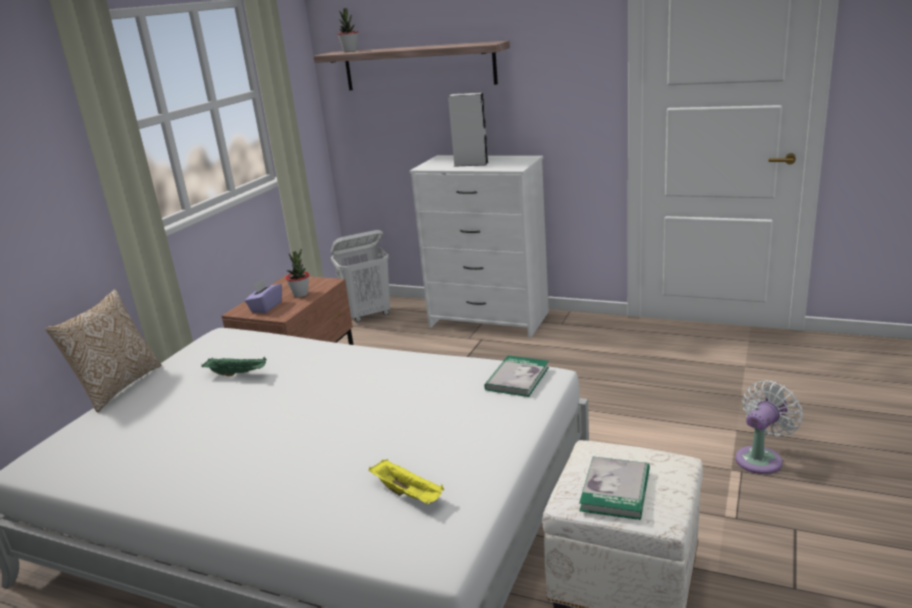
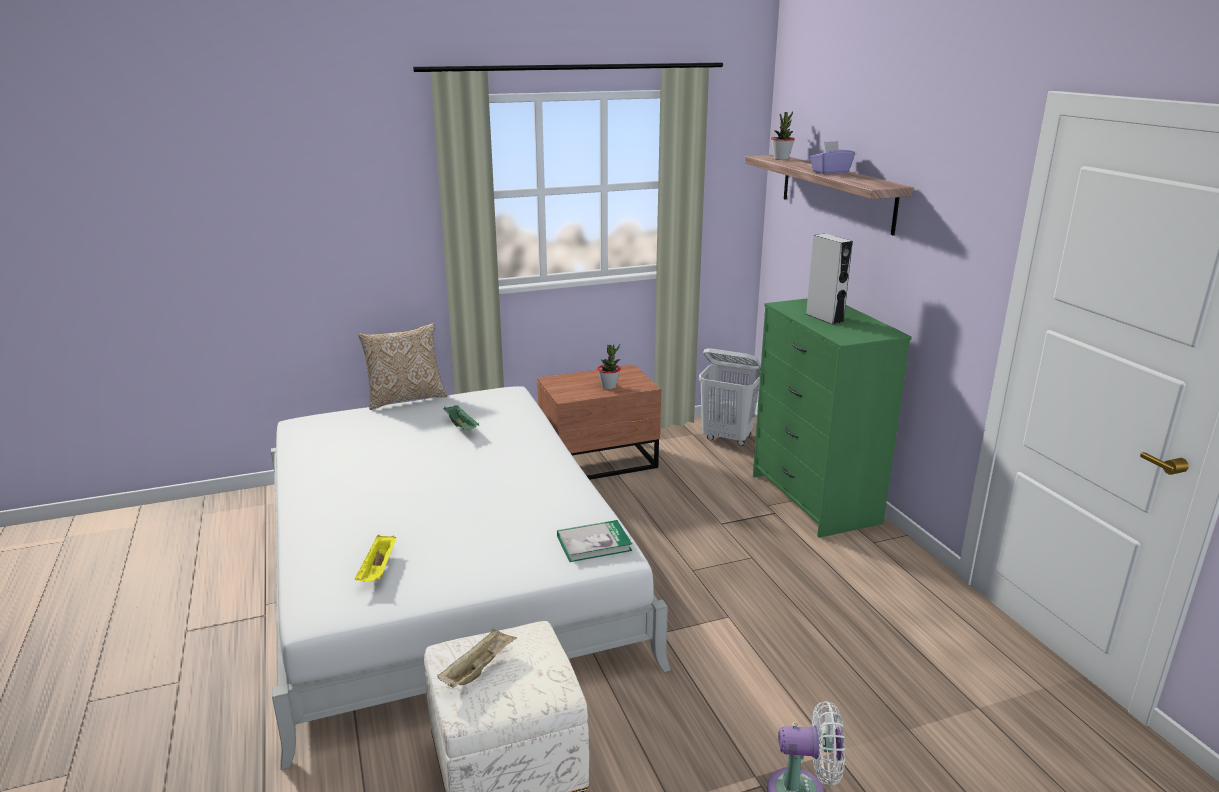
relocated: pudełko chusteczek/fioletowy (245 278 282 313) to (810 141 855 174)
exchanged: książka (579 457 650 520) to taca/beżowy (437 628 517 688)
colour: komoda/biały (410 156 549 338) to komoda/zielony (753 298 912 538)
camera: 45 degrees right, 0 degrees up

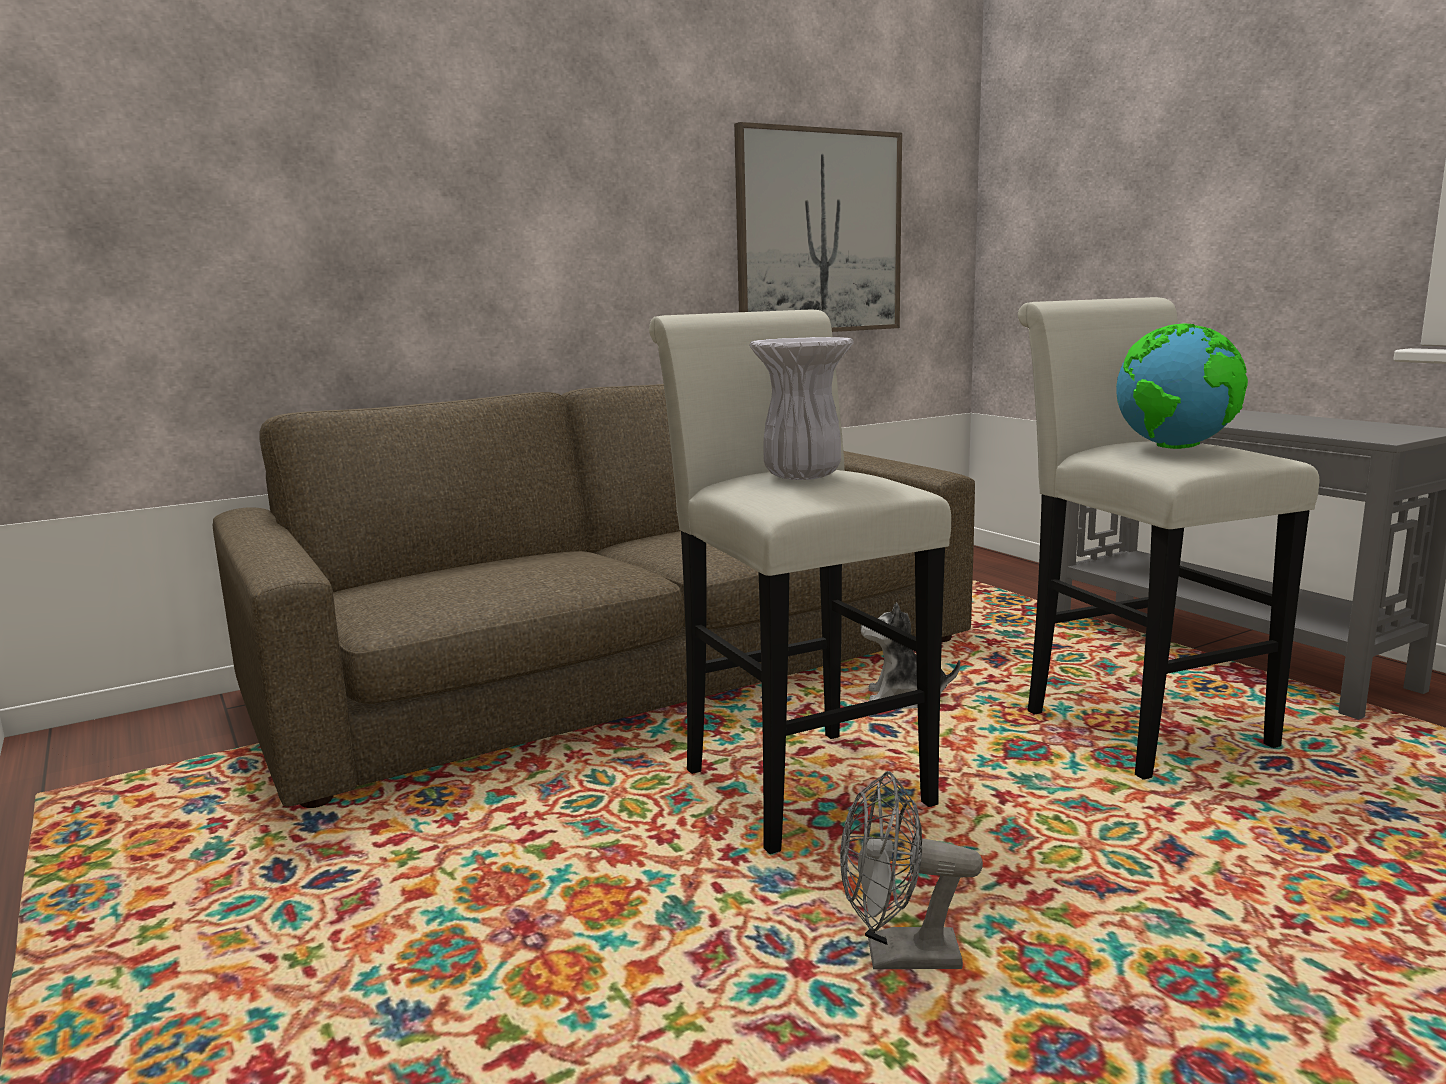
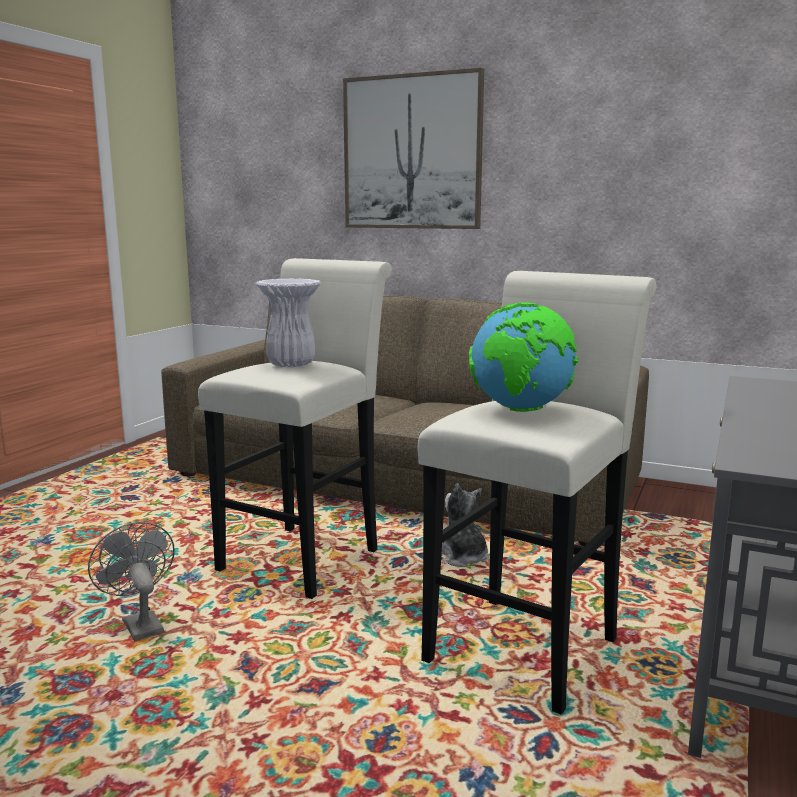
relocated: obraz (734 122 902 332) to (343 68 484 229)
camera: 55 degrees right, 0 degrees up

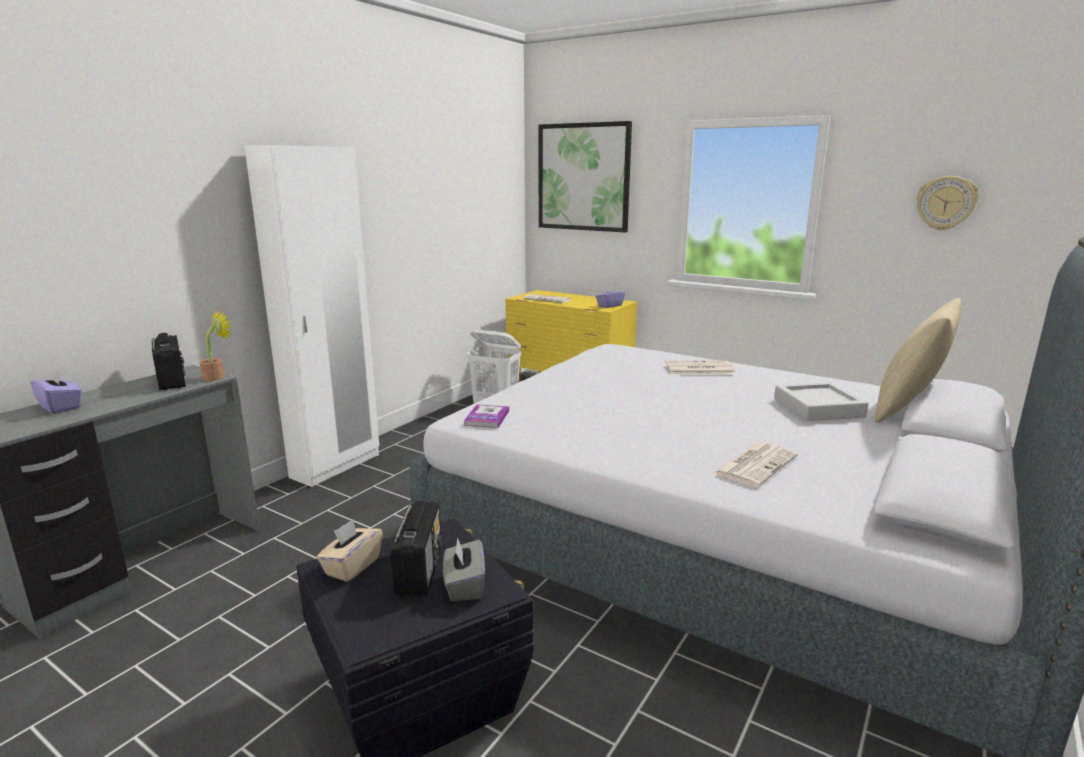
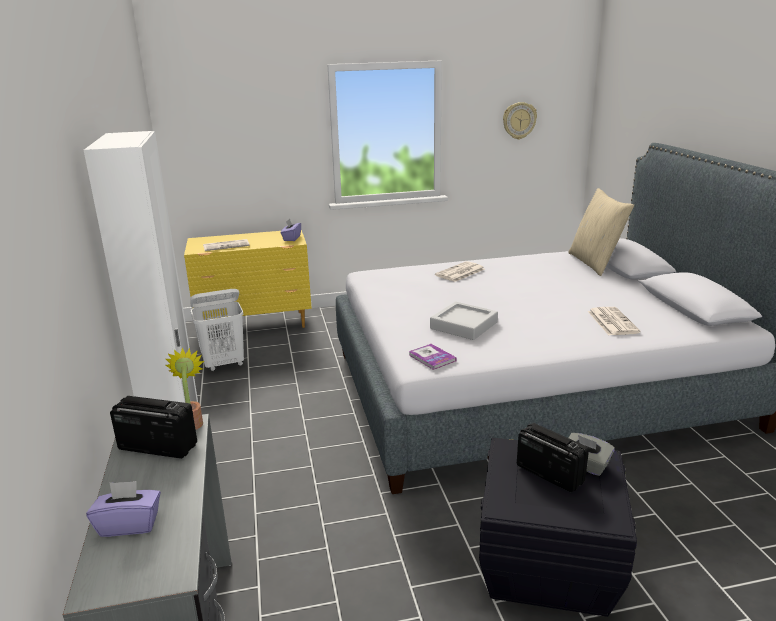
missing: obraz (539 121 632 232); pudełko chusteczek/beżowy (316 519 383 582)
relocated: taca/szary (774 382 868 421) to (430 302 498 340)
camera: 45 degrees left, 5 degrees up

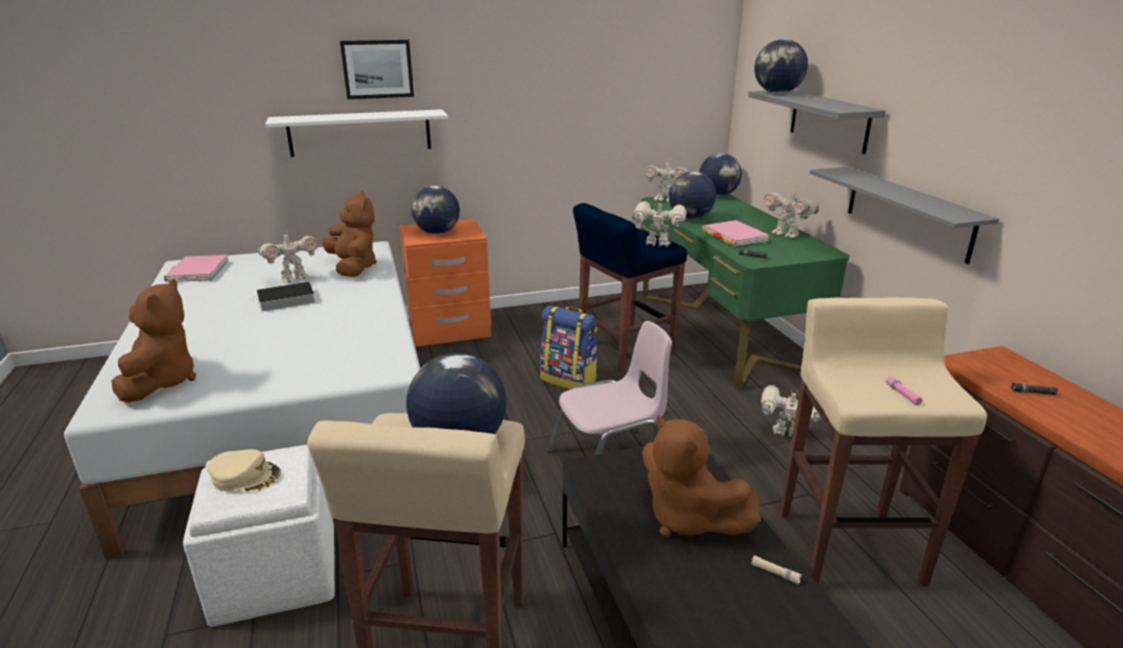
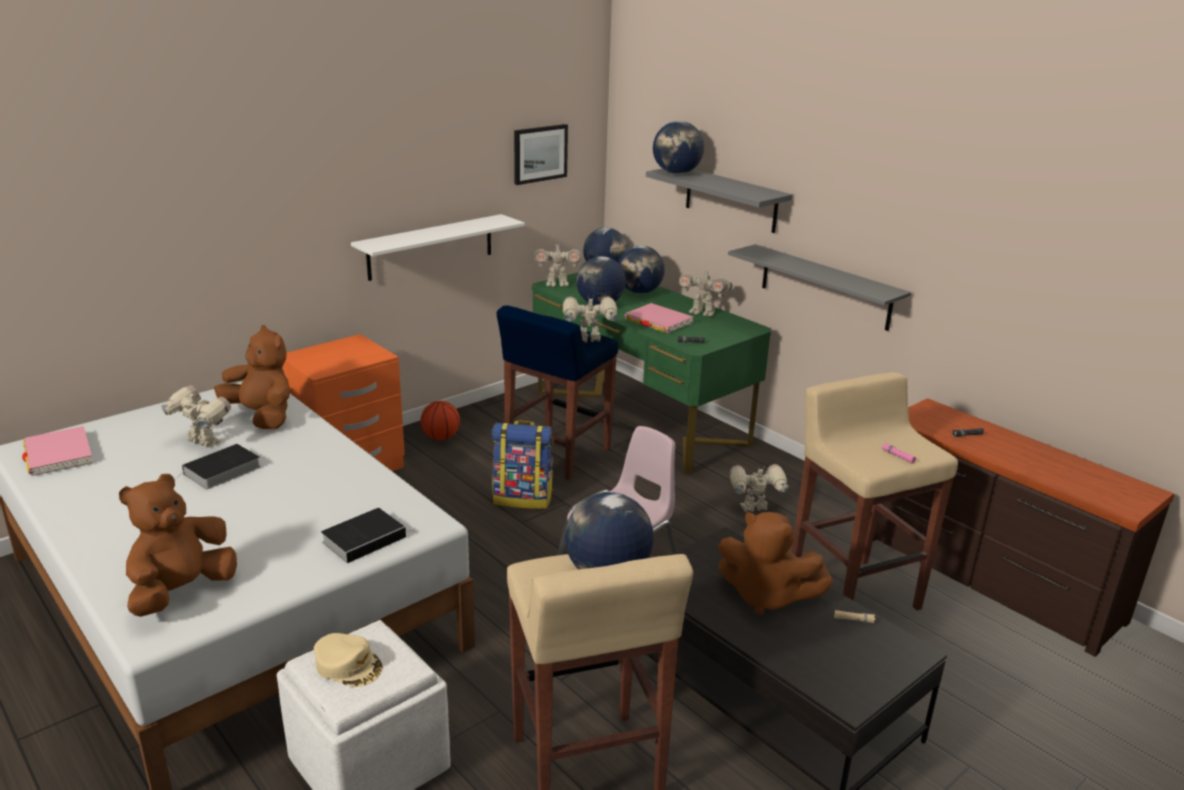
appeared: piłka do koszykówki (421 401 460 440); książka (321 508 413 563)
relocated: obraz (340 40 414 99) to (514 124 568 185); półka/biały (265 109 448 157) to (351 214 525 281); globus (411 186 460 234) to (618 246 665 294)
spun: robot zabawkowy (258 232 318 283) = (161 385 231 448) 90 degrees counterclockwise; pluszak/brązowy (111 279 197 402) = (119 474 237 617) 120 degrees counterclockwise; czapka z daszkiem/beżowy (207 449 281 492) = (314 633 383 687) 45 degrees clockwise
camera: 25 degrees left, 0 degrees up

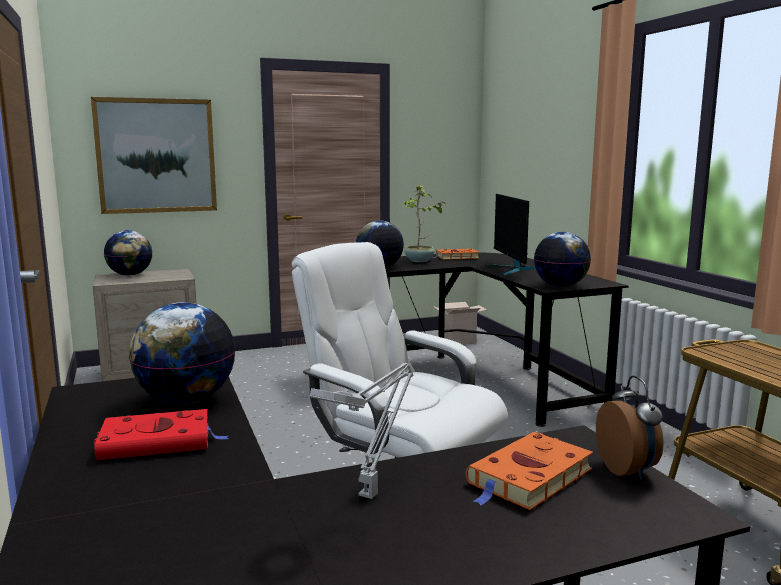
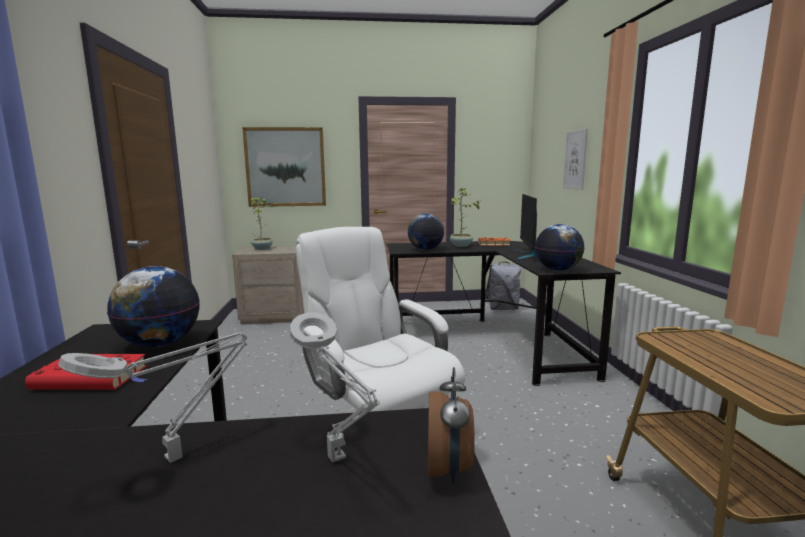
appeared: obraz (563 128 588 190)
exchanged: globus (104 230 153 276) to roślina doniczkowa (250 197 273 250); karton (433 302 487 344) to plecak/szary (485 262 521 310); książka/pomarańczowy (466 432 593 510) to lampa stołowa/szary (289 312 380 463)
camera: 15 degrees right, 0 degrees up

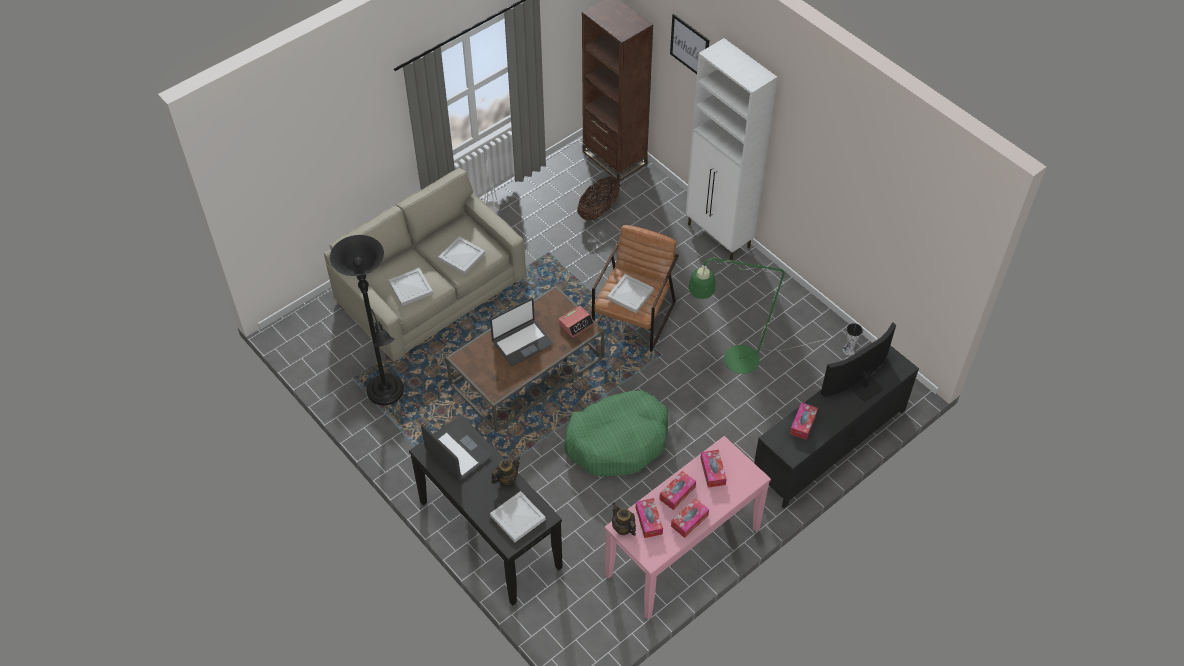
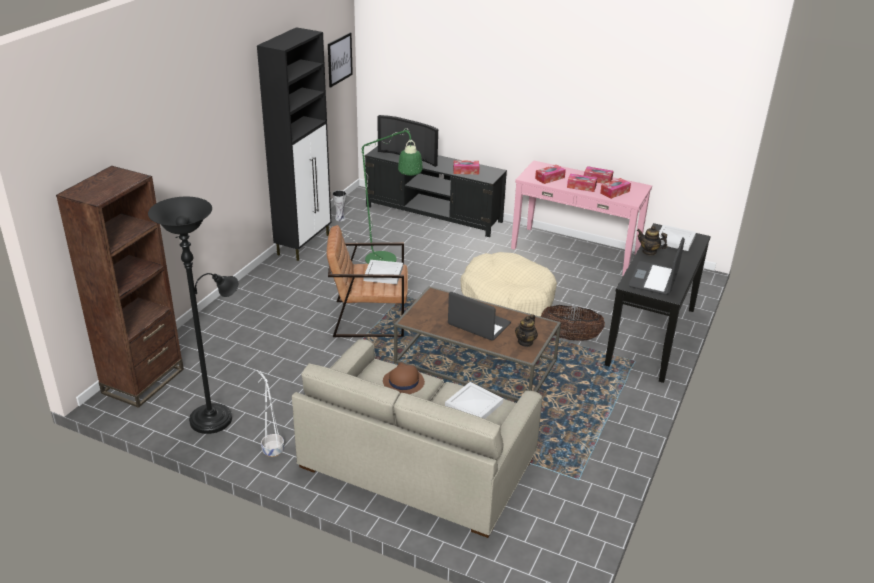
missing: szafka/biały (686 38 777 260); budzik (559 306 594 338)
appeared: szafka/czarny (257 27 331 261)
relocated: obraz (670 14 709 74) to (328 32 353 88); koszyk (577 176 620 221) to (541 305 605 341); lampa stojąca/czarny (330 235 404 405) to (148 197 238 434); imbryk (612 503 636 536) to (515 314 538 347)
exchanged: taca/biały (438 237 485 275) to kapelusz/brązowy (383 362 425 394)
colour: legowisko/zielony (564 391 668 477) to legowisko/beżowy (461 252 557 317)
camera: 115 degrees left, 20 degrees down

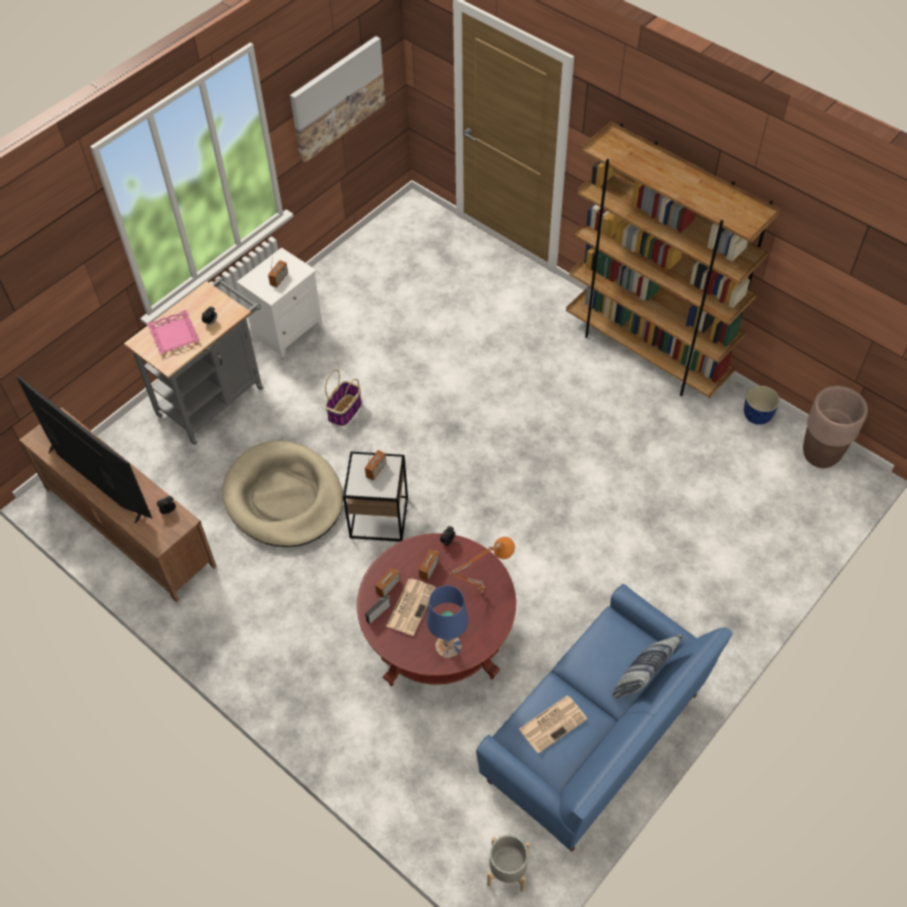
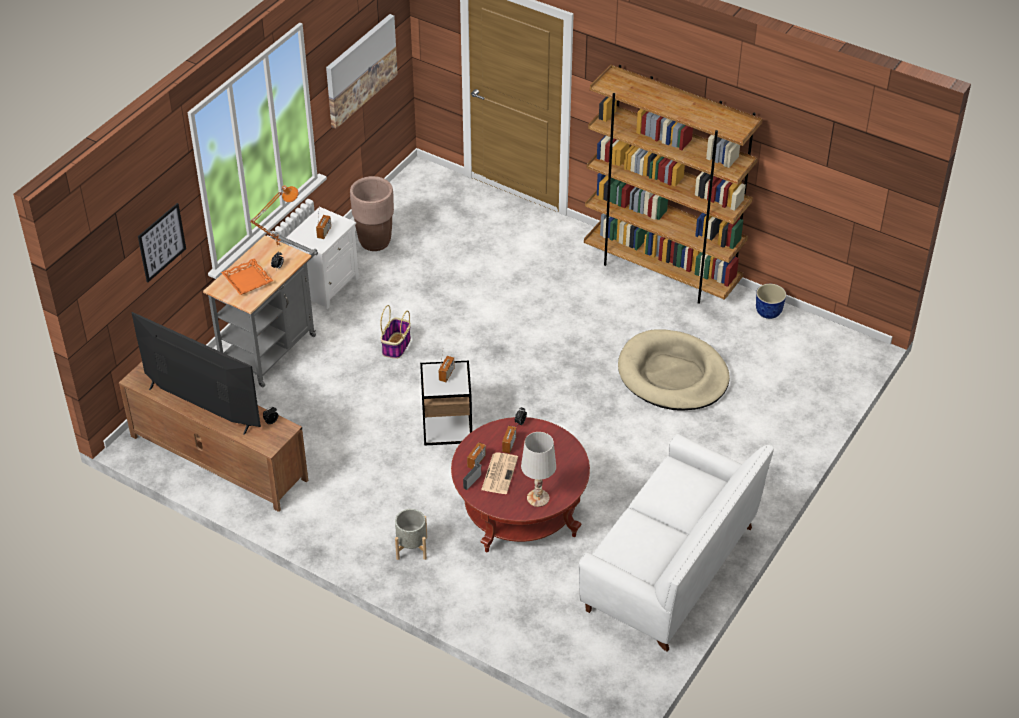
missing: poduszka (612 634 683 698); gazeta (519 696 587 754)
appeared: obraz (138 203 186 282)
relocated: donica/brązowy (803 386 868 468) to (350 176 394 251); legowisko/beżowy (222 441 343 547) to (618 329 730 411); lampa stołowa/pomarańczowy (449 537 515 593) to (250 185 299 247); donica/szary (487 835 530 892) to (395 509 427 560)
colour: taca/różowy (147 310 200 354) to taca/pomarańczowy (221 259 273 295); kanapa/niebieski (476 584 732 852) to kanapa/biały (579 434 774 652); lampa stołowa/niebieski (427 585 468 658) to lampa stołowa/biały (521 432 556 507)
camera: 10 degrees left, 10 degrees down

